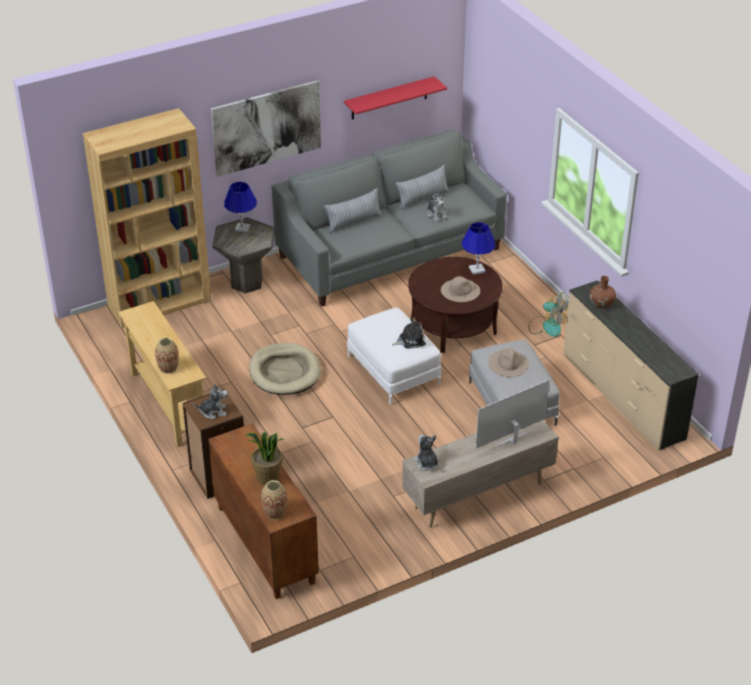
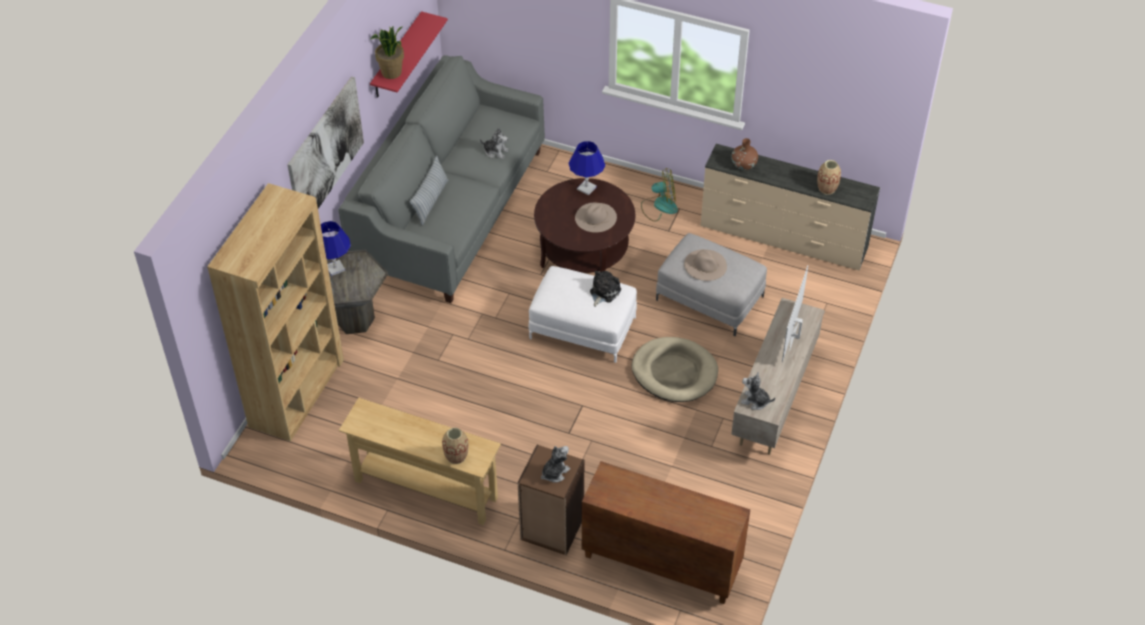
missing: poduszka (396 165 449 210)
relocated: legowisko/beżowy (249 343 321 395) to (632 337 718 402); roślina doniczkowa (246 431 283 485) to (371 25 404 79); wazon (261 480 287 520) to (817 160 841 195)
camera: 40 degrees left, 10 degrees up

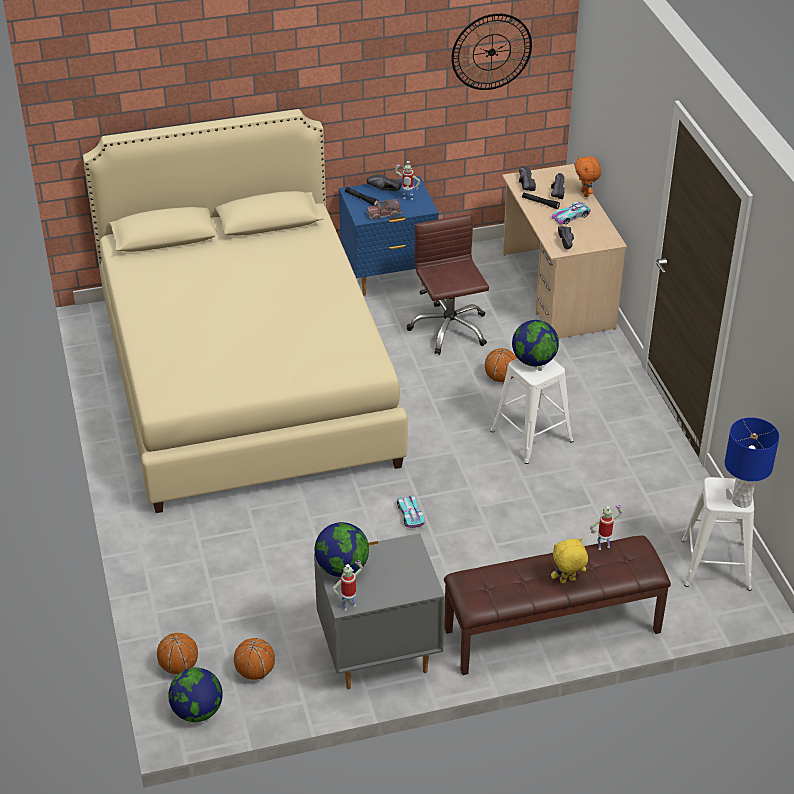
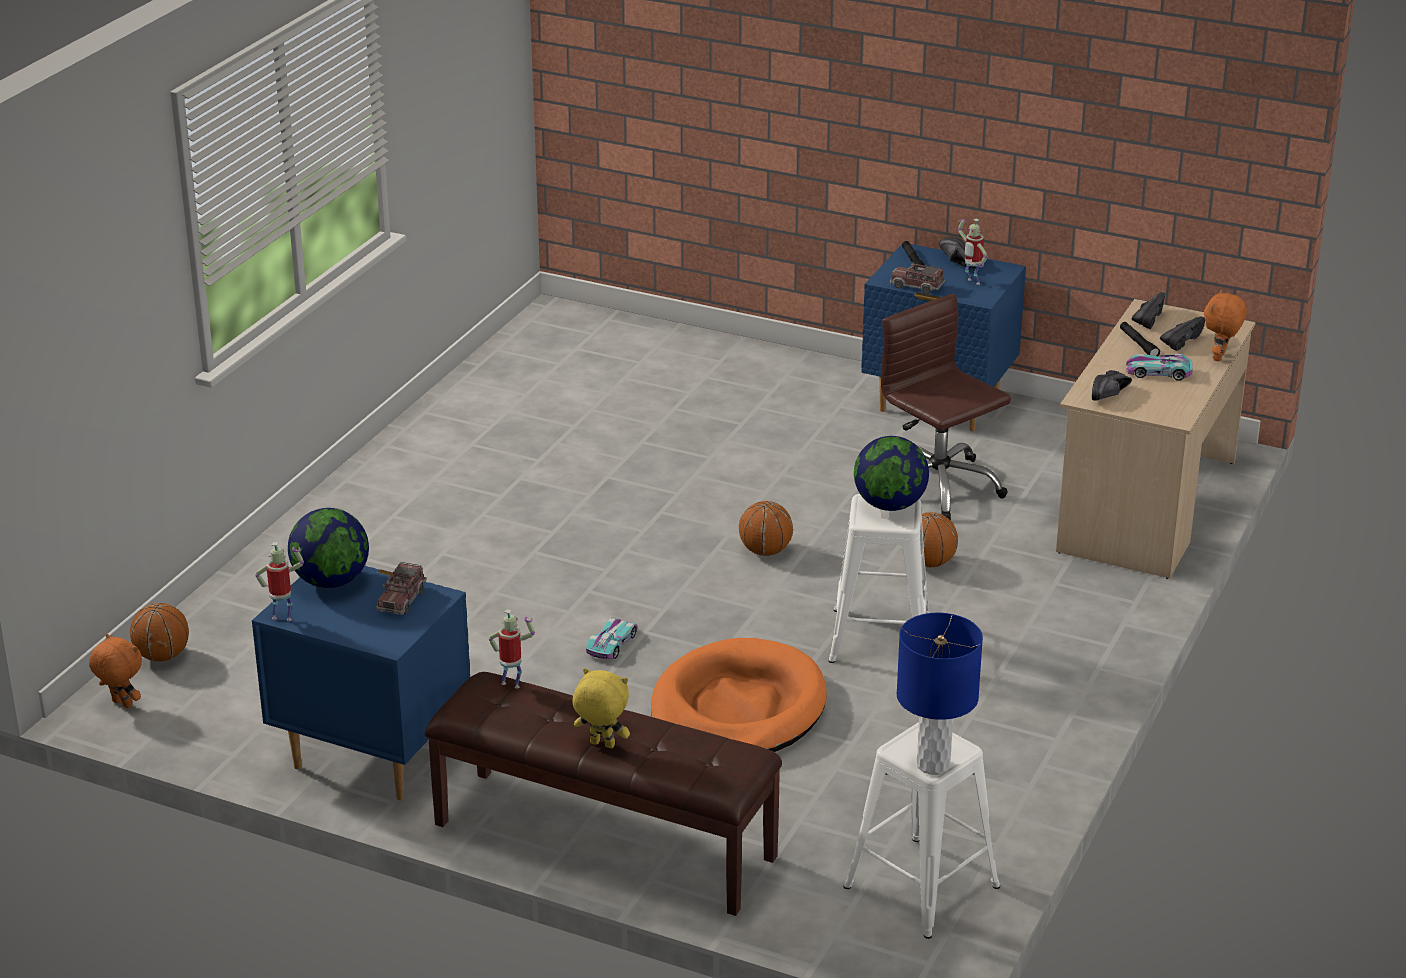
missing: zegar ścienny (451 13 532 90); łóżko/beżowy (83 109 407 513)
appeared: ciężarówka zabawkowa (376 562 427 615); legowisko/pomarańczowy (651 638 827 752)
relocated: robot zabawkowy (590 504 622 550) to (489 609 535 689); piłka do koszykówki (234 638 275 680) to (739 501 793 556)
exchanged: globus (168 668 223 722) to pluszak/pomarańczowy (89 634 142 708)
colour: szafka nocna/szary (314 533 445 689) to szafka nocna/niebieski (252 566 470 800)
spun: krzesło biurowe/brązowy (407 214 489 355) = (881 294 1011 520) 60 degrees counterclockwise
camera: 40 degrees right, 10 degrees down

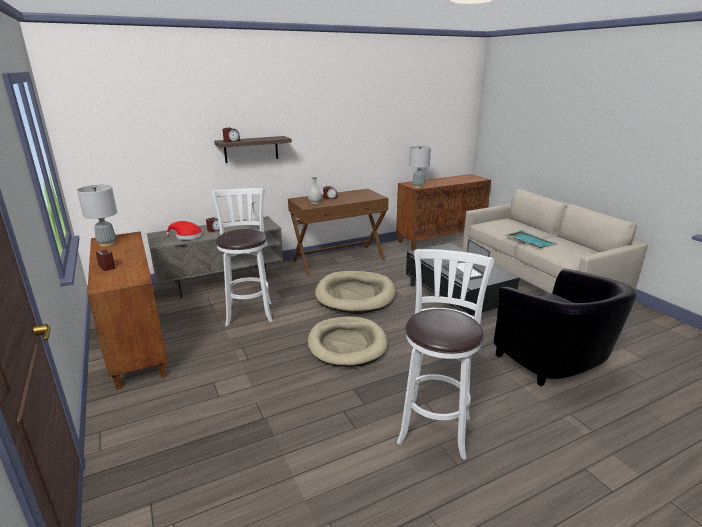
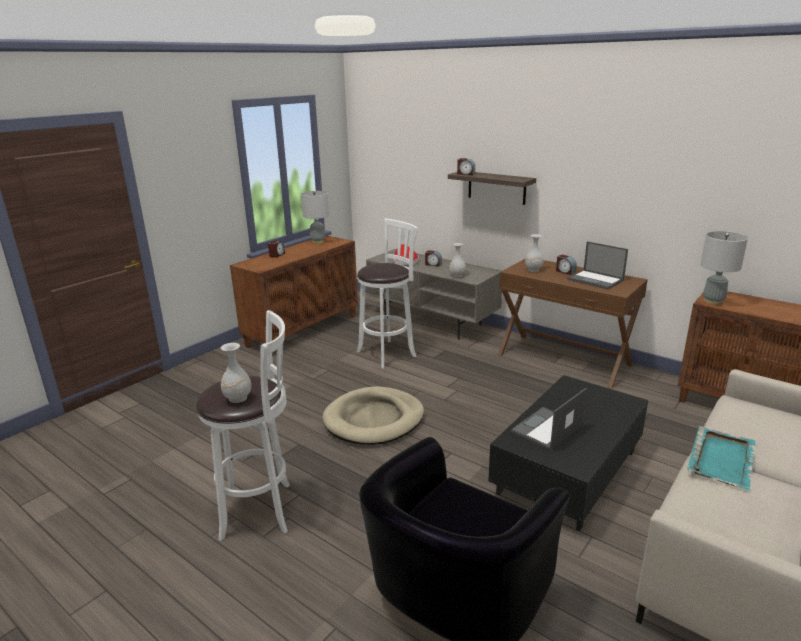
missing: legowisko/beżowy (315 271 396 314)
appeared: laptop (567 241 628 289); wazon/biały (221 343 251 403)
camera: 65 degrees right, 0 degrees up

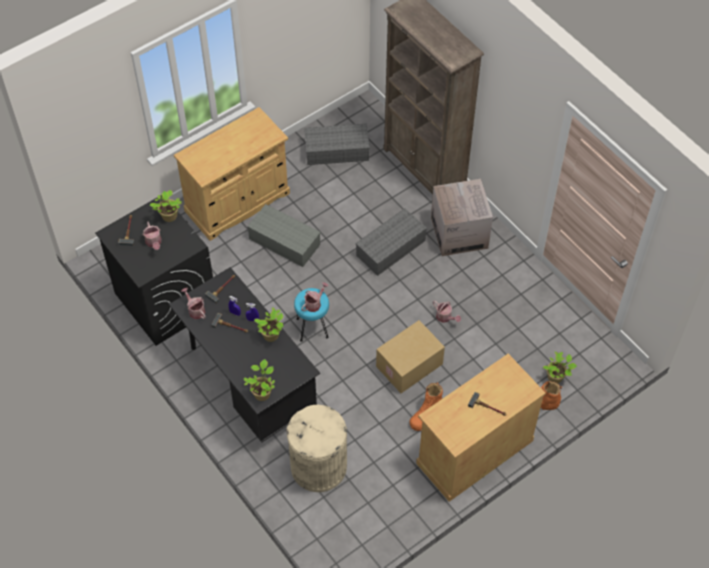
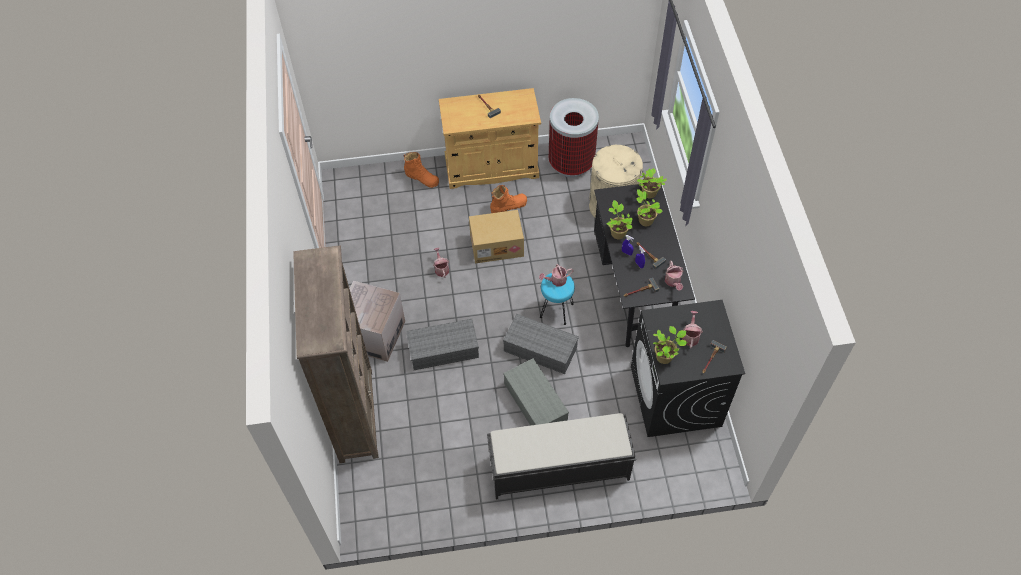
appeared: kosz na śmieci (549 98 599 177)
relocated: pojemnik do przechowywania/szary (304 124 370 165) to (503 314 579 374); roślina doniczkowa (543 352 577 383) to (636 189 663 226)
exchanged: szafka/beżowy (174 107 290 241) to ławka/czarny (487 413 636 500)
camera: 150 degrees left, 0 degrees up

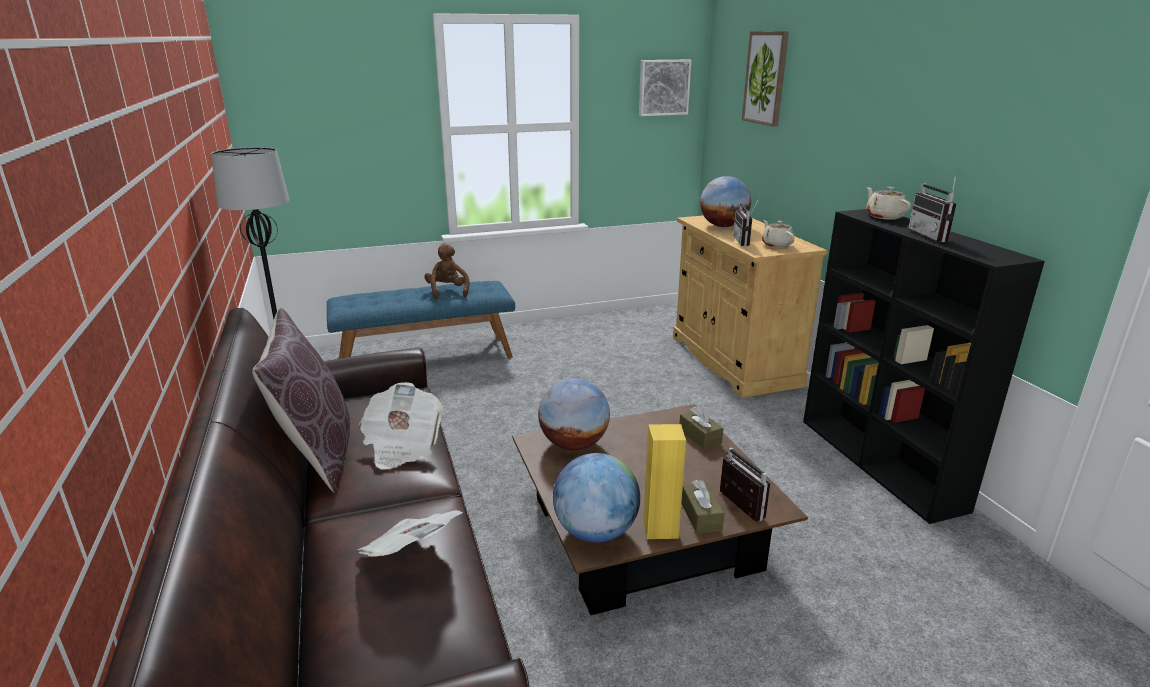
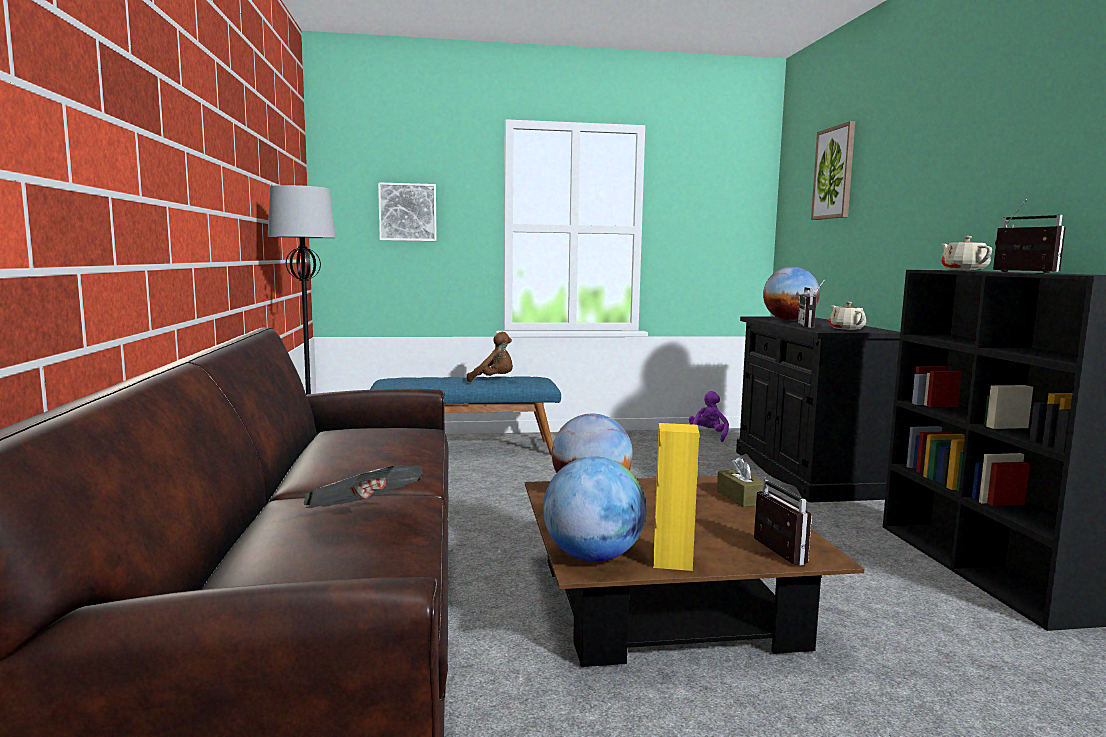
missing: poduszka/brązowy (252 308 350 493); gazeta (359 382 443 470); pudełko chusteczek/brązowy (681 480 724 534)
appeared: pluszak/fioletowy (689 391 729 442)
relocated: obraz (639 60 692 116) to (378 182 437 241)
colour: szafka/beżowy (673 215 827 398) to szafka/czarny (736 316 900 502)
spun: radio (908 174 957 242) = (993 199 1066 273) 150 degrees clockwise; pluszak/brązowy (424 243 470 299) = (467 332 513 382) 105 degrees clockwise
camera: 10 degrees right, 15 degrees down

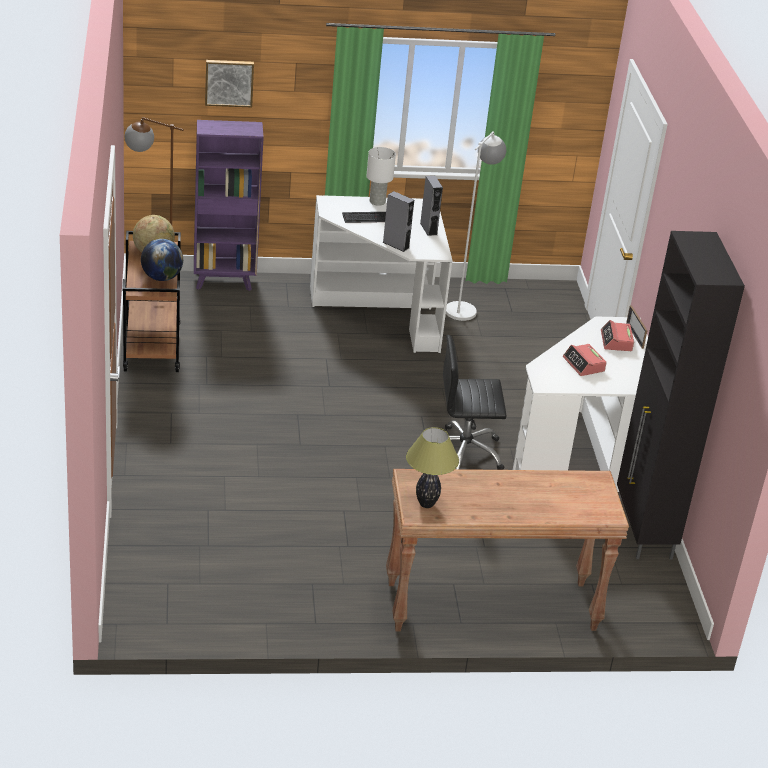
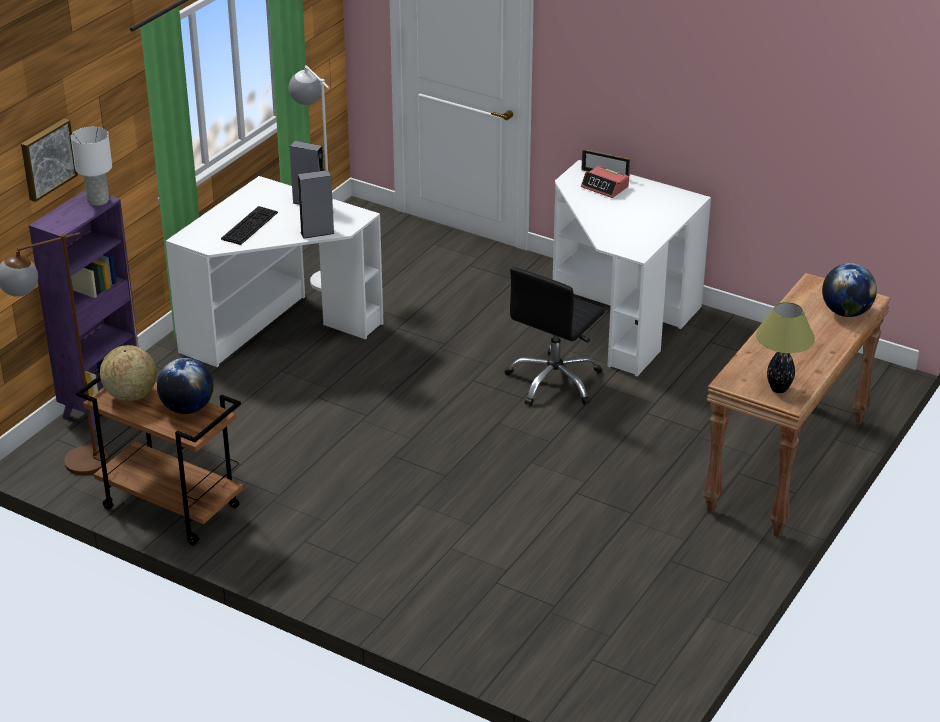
missing: szafka/czarny (617 231 745 559); budzik (563 344 607 376)
appeared: globus (822 263 877 317)
relocated: lampa stołowa/biały (366 147 396 206) to (71 127 112 206)
camera: 50 degrees left, 0 degrees up

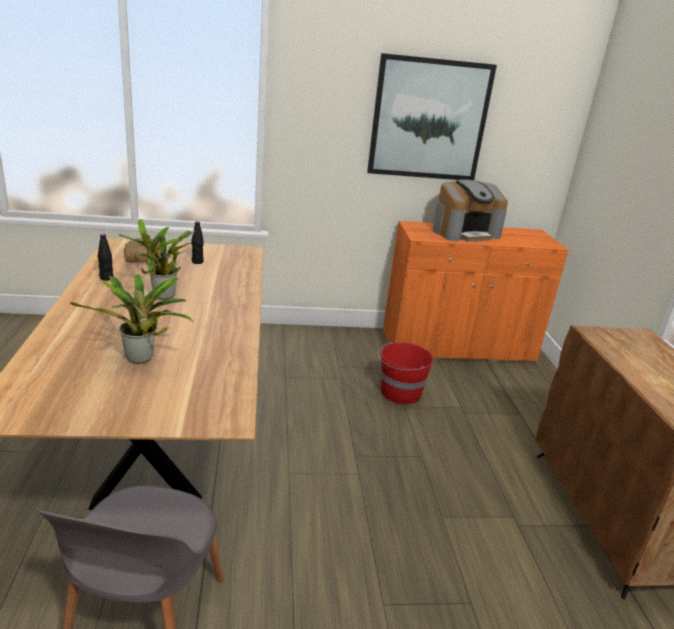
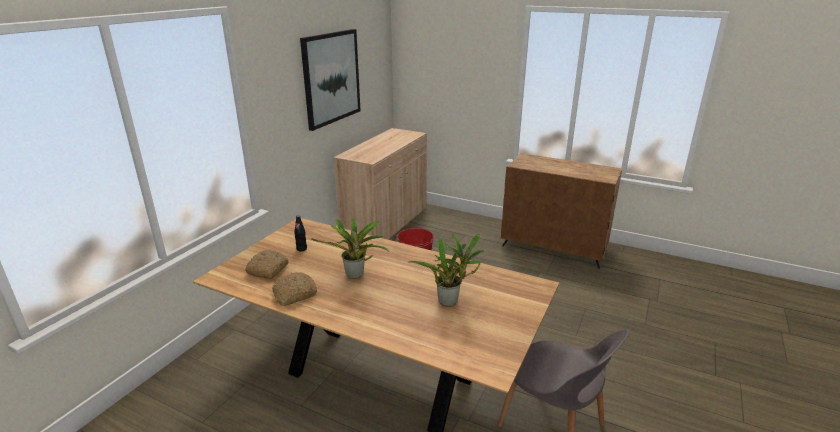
missing: ekspres do kawy (433 179 508 242)
exchanged: butelka/czarny (98 234 114 281) to chleb (272 272 317 306)
colour: szafka/pomarańczowy (383 221 569 362) to szafka/beżowy (334 128 427 240)
camera: 55 degrees left, 0 degrees up

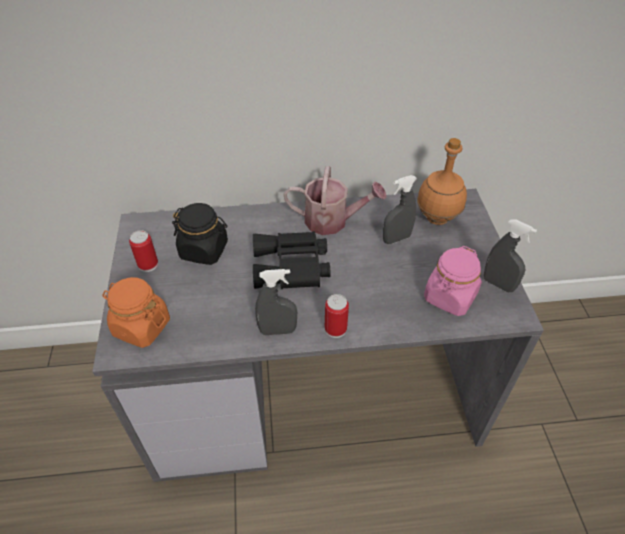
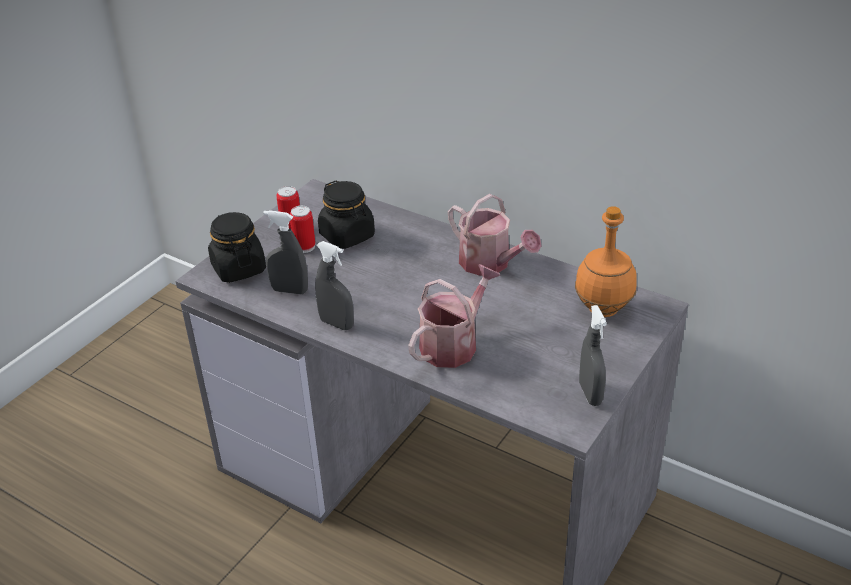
missing: lornetka/czarny (253 231 330 289); słoik/różowy (424 246 482 316)
appeared: konewka (408 264 500 368)
relocated: spryskiwacz/szary (383 175 417 244) to (263 210 308 294); puszka (325 294 349 338) to (290 206 315 253)
colour: słoik/pomarańczowy (102 277 170 348) to słoik/czarny (208 212 266 283)
camera: 40 degrees right, 10 degrees down

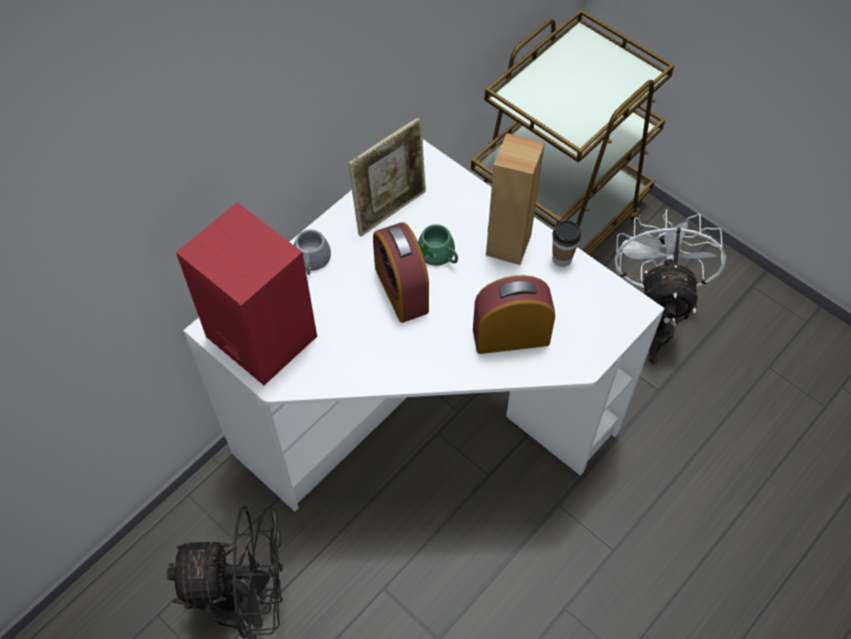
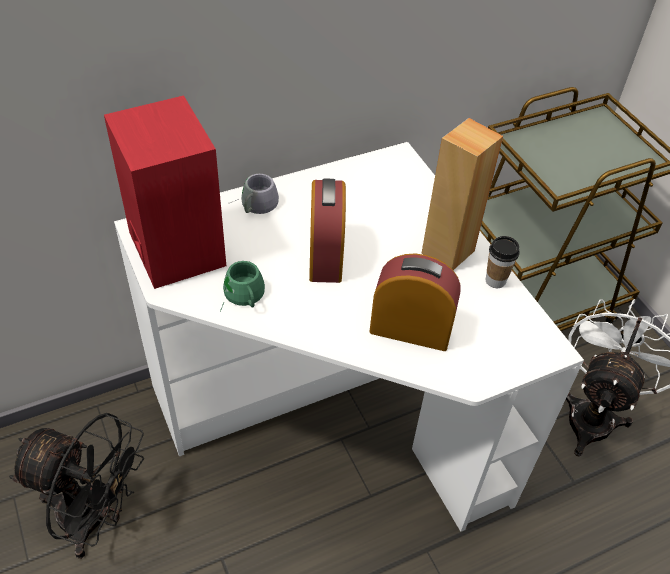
missing: ramka na zdjęcie (348 117 426 237)
relocated: kubek/zielony (418 224 458 266) to (220 261 265 311)
camera: 20 degrees right, 10 degrees down

